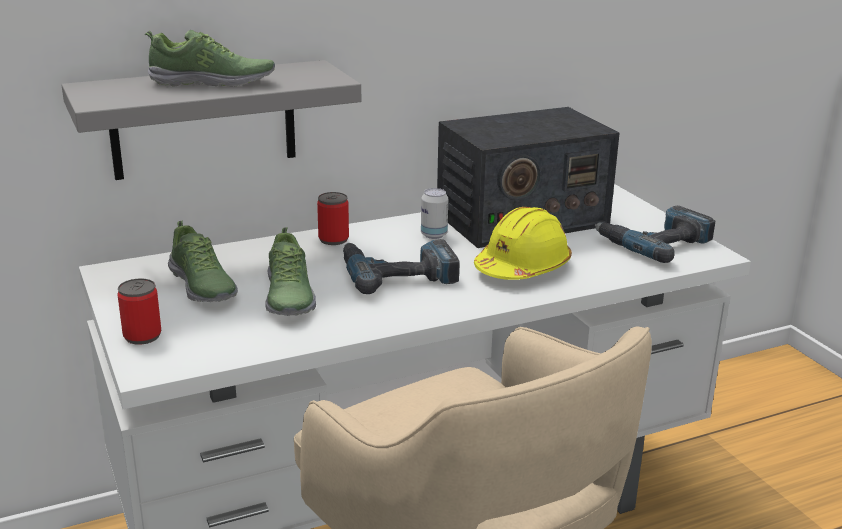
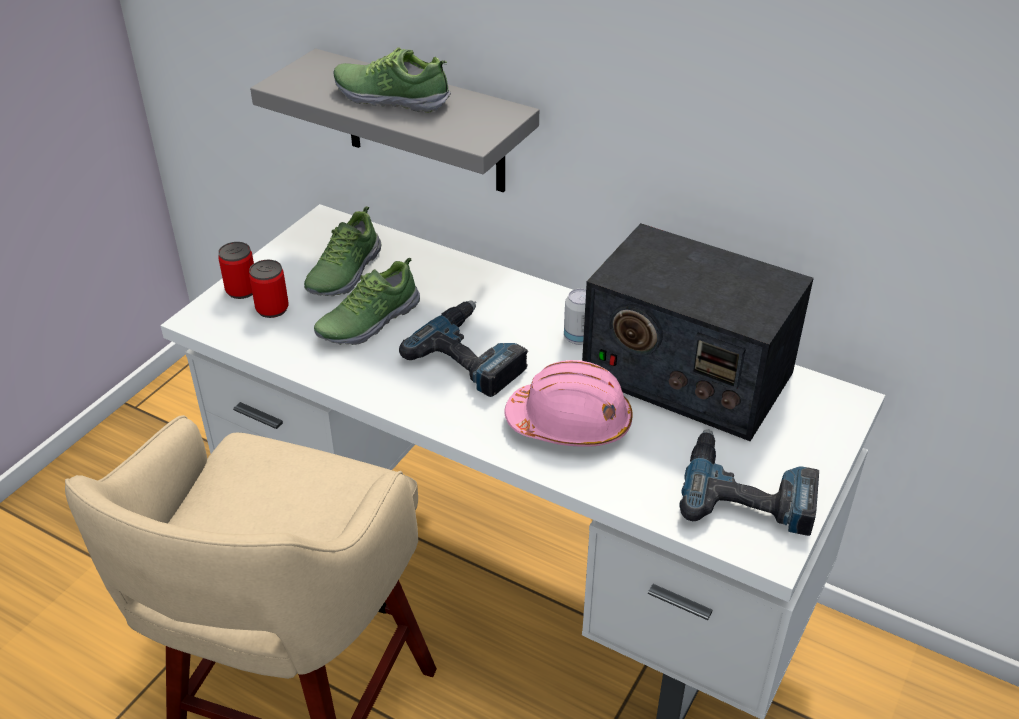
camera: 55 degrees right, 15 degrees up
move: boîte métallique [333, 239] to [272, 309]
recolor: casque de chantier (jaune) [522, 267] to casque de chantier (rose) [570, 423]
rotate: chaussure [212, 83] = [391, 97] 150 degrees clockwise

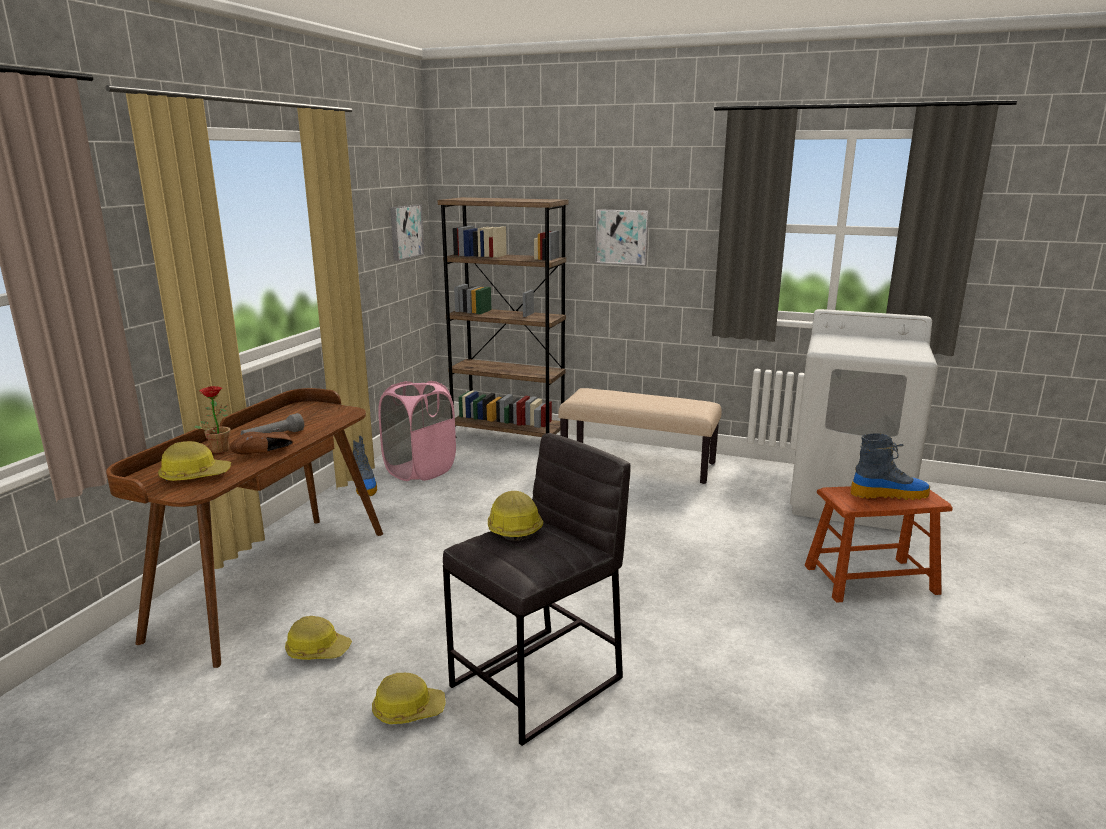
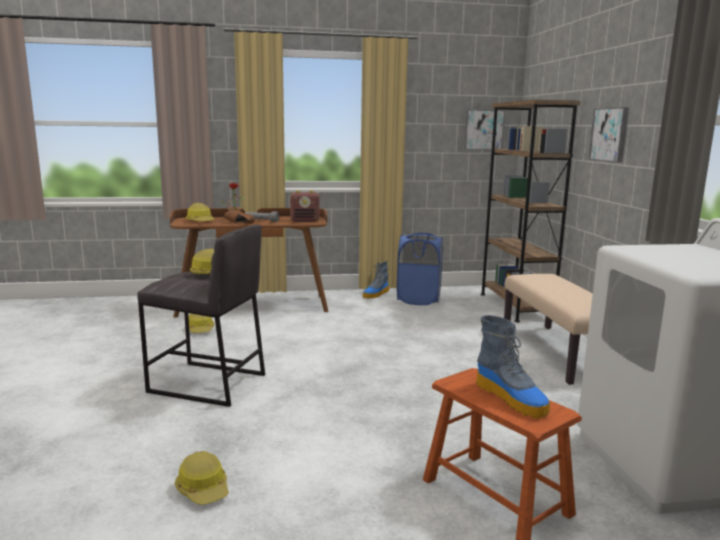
camera: 60 degrees right, 5 degrees down
insert: radio [305, 221]
move: casque de chantier [408, 709] to [204, 489]
recolor: panier à linge (rose) [420, 470] to panier à linge (bleu) [418, 299]

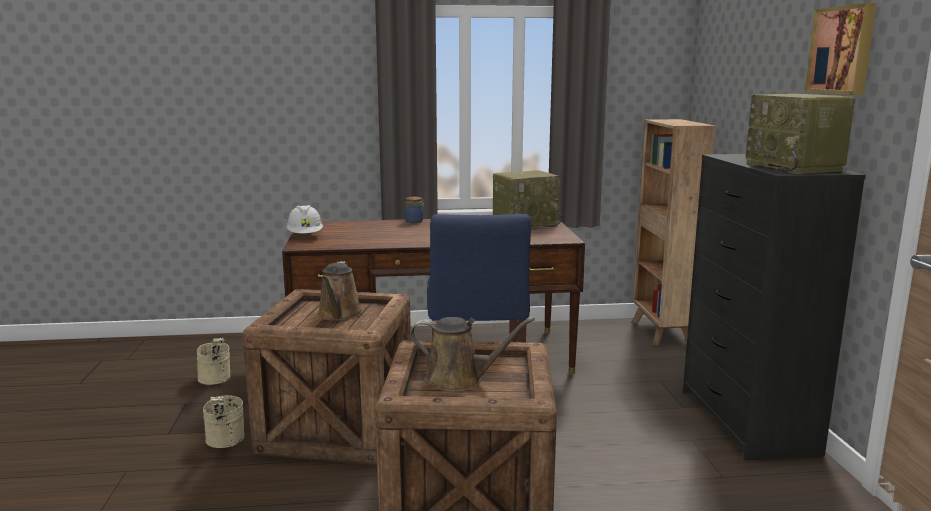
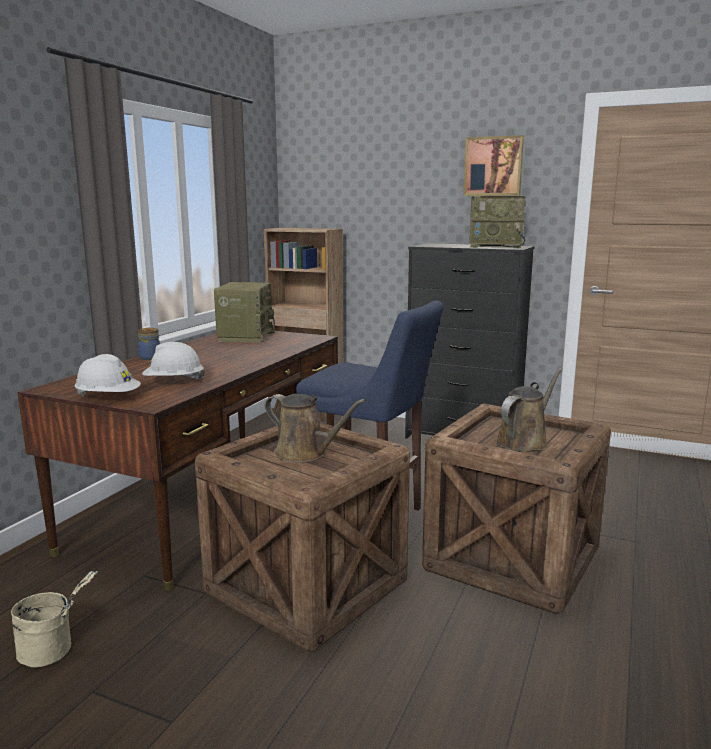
camera: 60 degrees left, 0 degrees up
delete: seau (beige) [225, 442]
insert: casque de chantier (blanc) [174, 382]

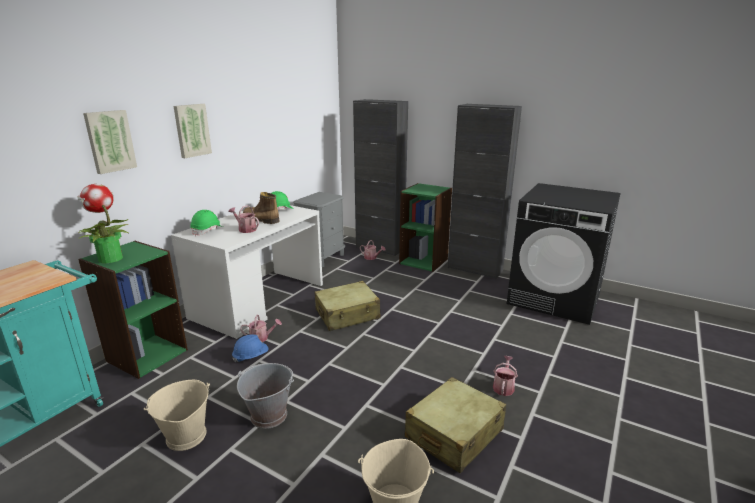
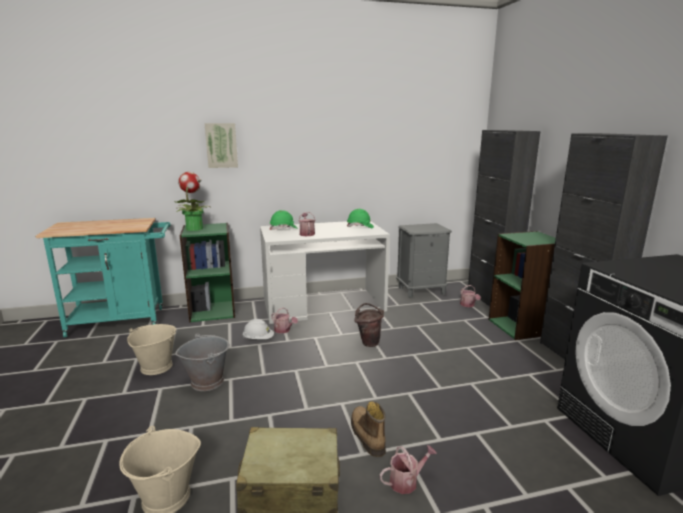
camera: 45 degrees right, 5 degrees down
delete: tableau [191, 130]
move: botte [260, 220] to [366, 435]
replace: valise (beige) [347, 314] to seau (marron) [368, 342]
recolor: casque de chantier (bleu) [251, 356] to casque de chantier (blanc) [258, 339]

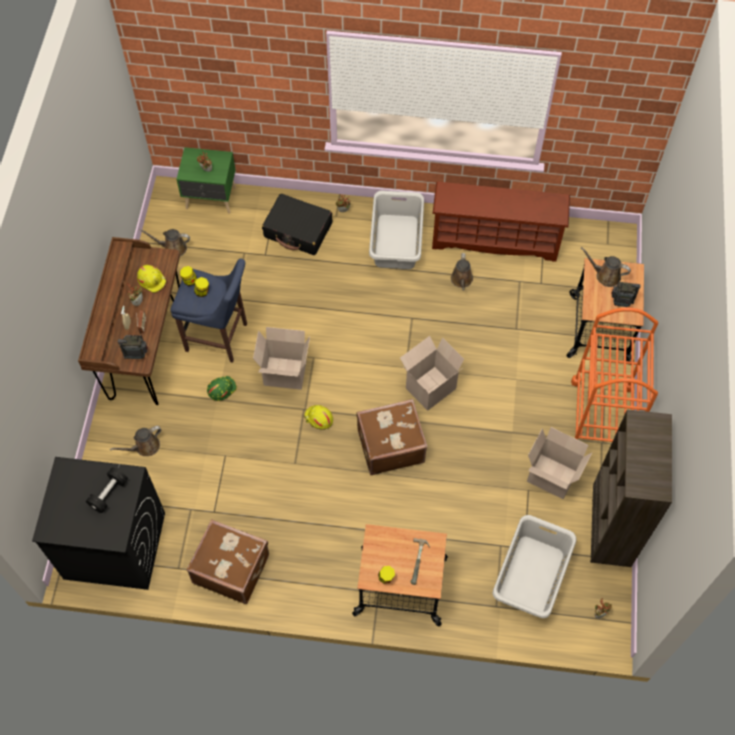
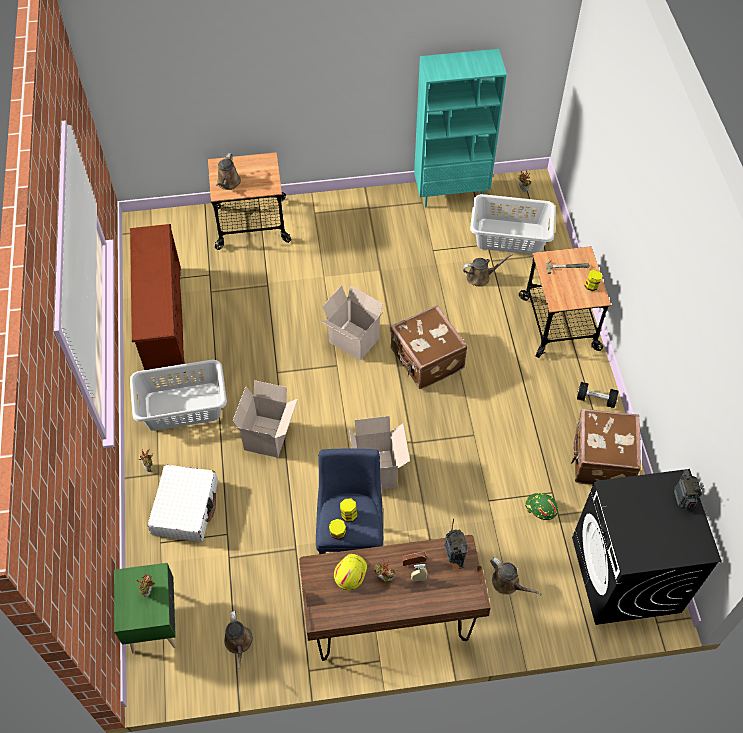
camera: 105 degrees left, 5 degrees down
delete: chariot (orange) [601, 417]; casque de chantier (jaune) [318, 418]
move: arrosoir (marron) [461, 280] to [480, 277]; radio [621, 303] to [682, 501]; casque de chantier (vert) [221, 389] to [540, 508]; carton [550, 477] to [268, 437]; haltère (noir) [109, 493] to [595, 399]
recolor: valise (noir) [298, 230] to valise (blanc) [185, 508]; bibliothèque (marron) [608, 533] to bibliothèque (turquoise) [451, 193]

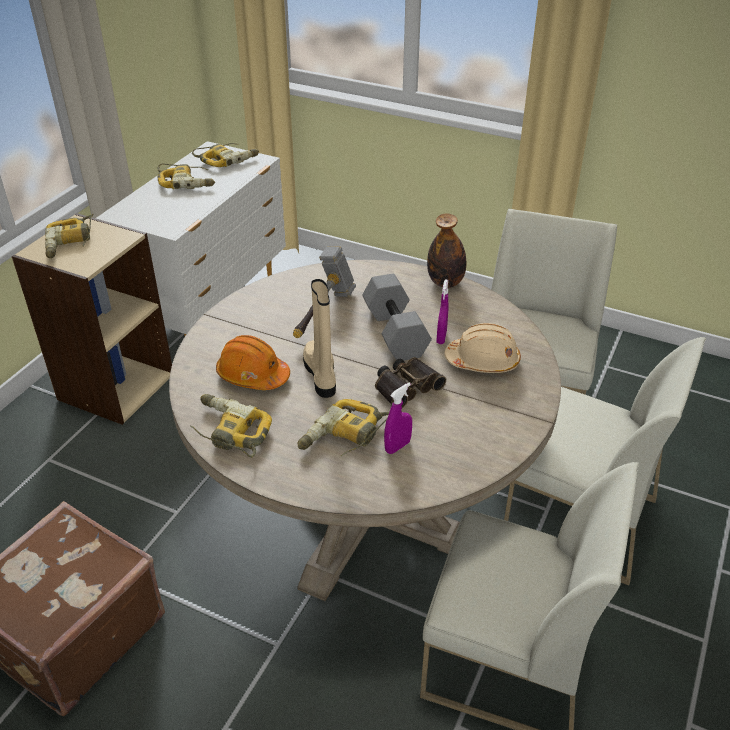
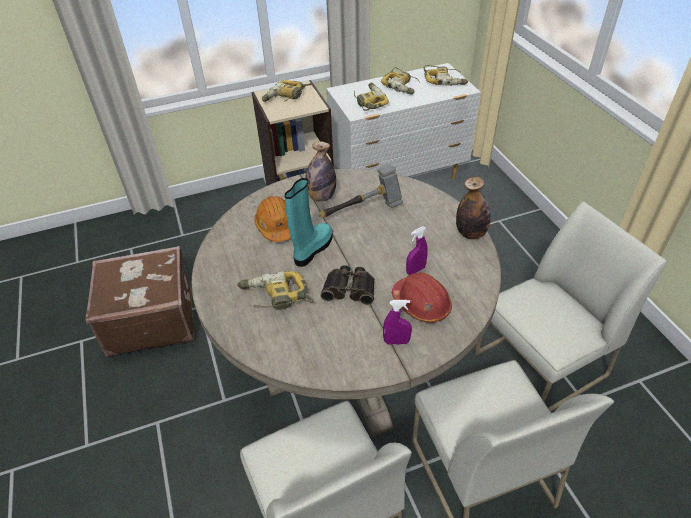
camera: 45 degrees right, 5 degrees up
delete: haltère (gris) [393, 332]
insert: bouteille [321, 197]
move: vaporisateur (violet) [397, 446] to [396, 341]; perceuse [228, 432] to [368, 101]
recolor: botte (beige) [321, 374] to botte (turquoise) [312, 249]; casque de chantier (beige) [483, 361] to casque de chantier (rouge) [421, 304]

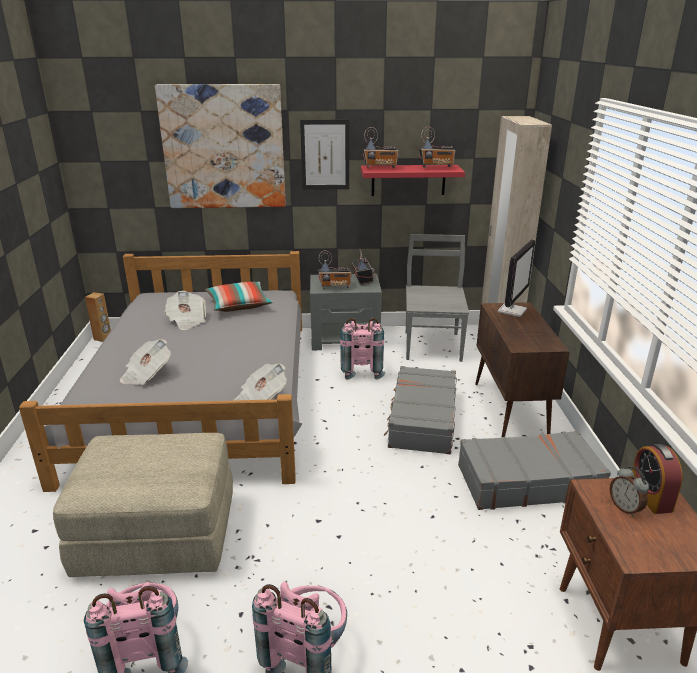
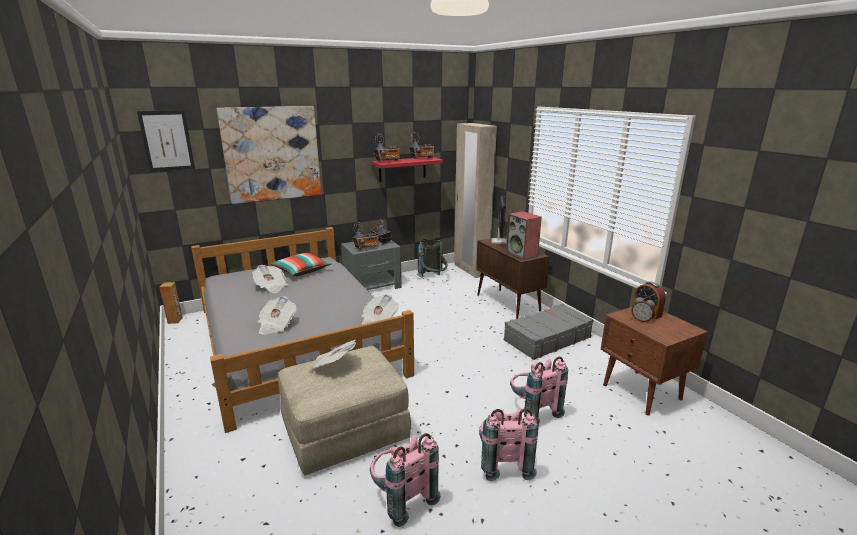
camera: 25 degrees left, 5 degrees down
delete: valise (gris) [422, 419]
insert: enceinte [522, 254]; journal [334, 365]
move: tableau [325, 155] to [167, 141]; sac à dos (rose) [361, 370] to [532, 410]
replace: chaise (gris) [432, 345] to sac à dos (gris) [433, 279]

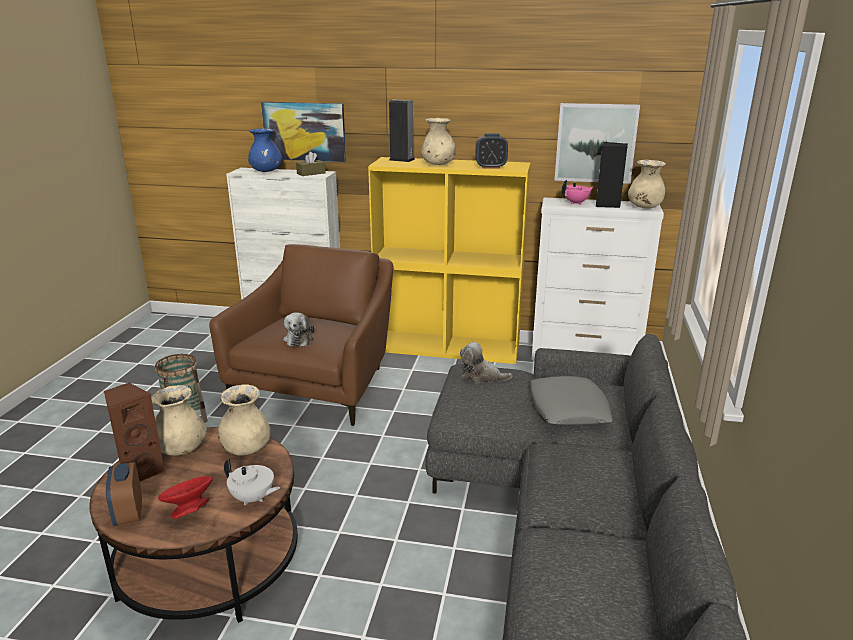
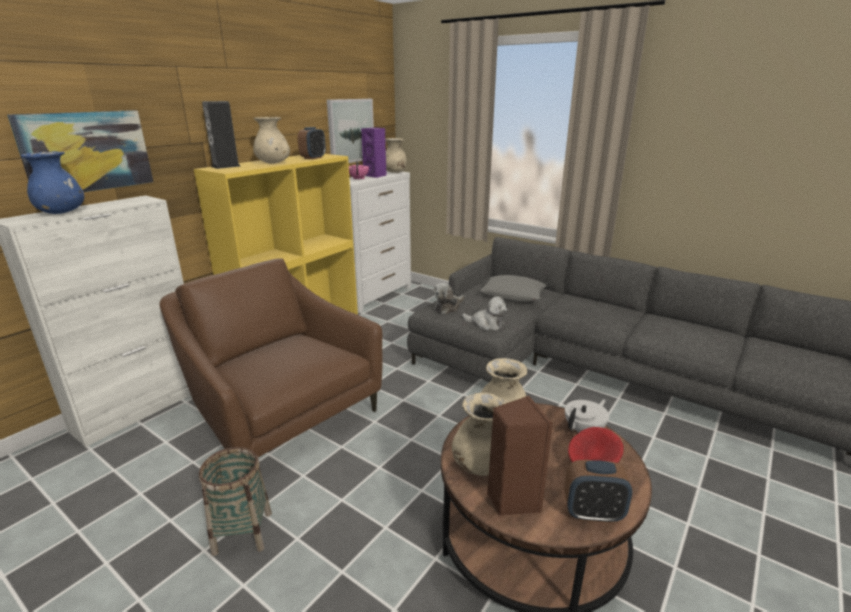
camera: 65 degrees left, 0 degrees up
delete: boîte à mouchoirs (marron) [311, 173]
move: peluche [299, 339] to [486, 324]
recolor: enceinte (noir) [607, 205] to enceinte (violet) [376, 175]

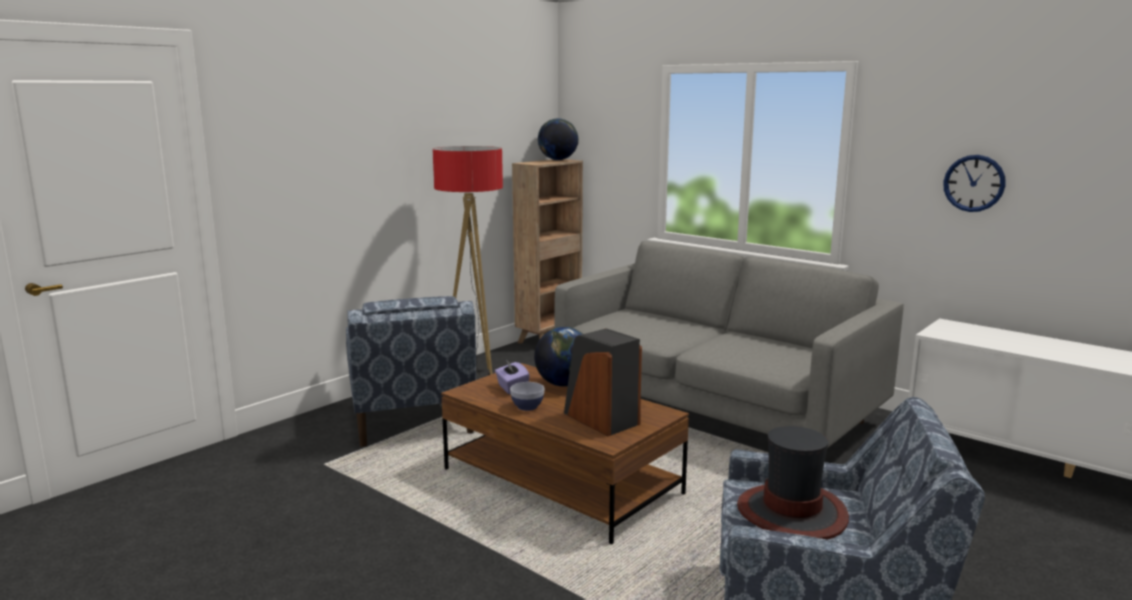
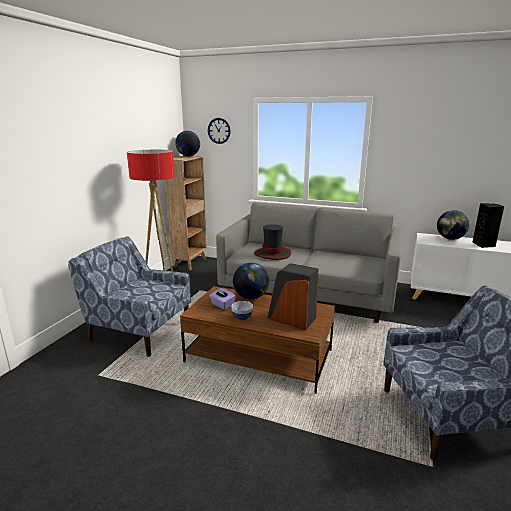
camera: 20 degrees left, 5 degrees up
insert: enceinte (noir) [484, 245]; globe [450, 239]
move: horloge murale [974, 183] to [219, 130]; chapeau [792, 513] to [272, 254]
rotate: fauteuil (bleu) [411, 420] = [139, 330] 150 degrees clockwise

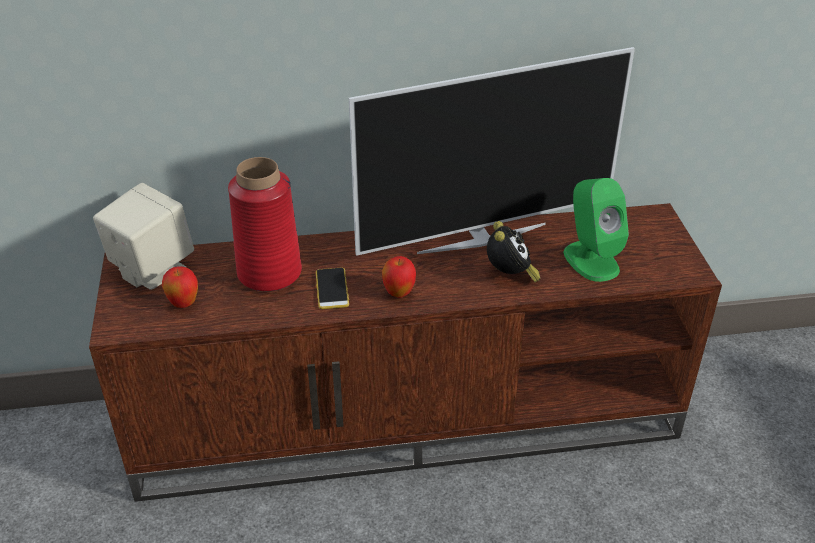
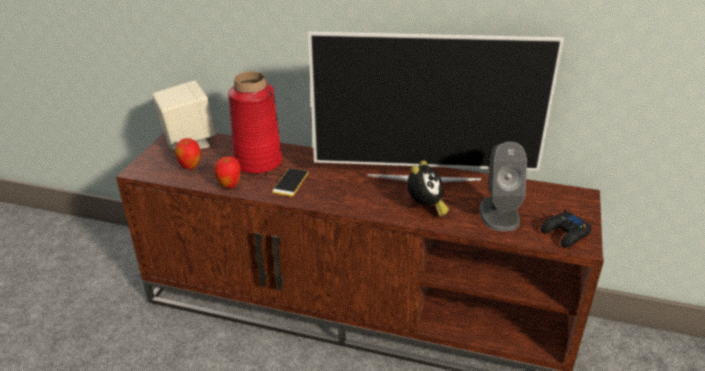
camera: 25 degrees right, 5 degrees down
insert: manette (noir) [565, 234]
move: pomme [399, 293] to [230, 185]
recolor: enceinte (vert) [590, 260] to enceinte (gris) [499, 213]

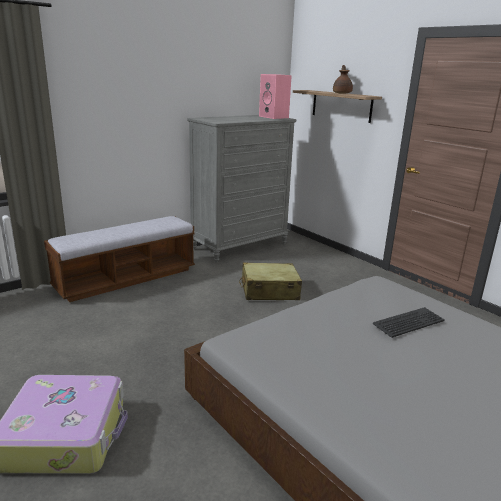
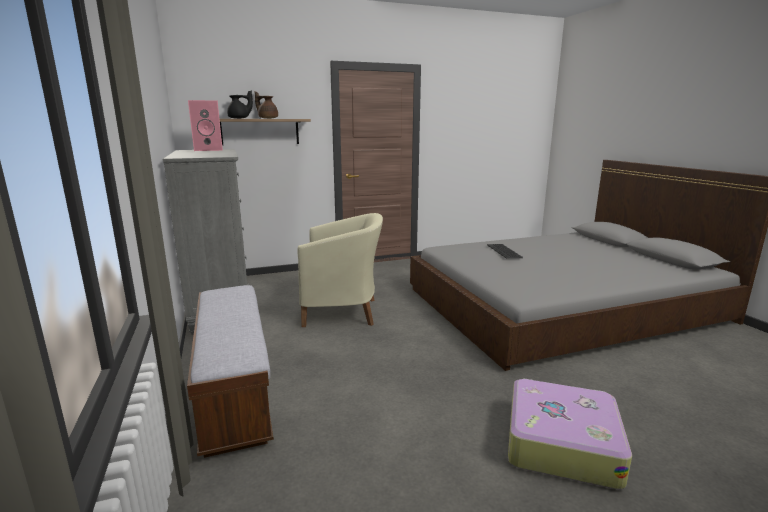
camera: 70 degrees left, 5 degrees down
insert: théière (noir) [239, 118]
replace: valise (beige) [269, 291] to fauteuil (beige) [343, 312]

